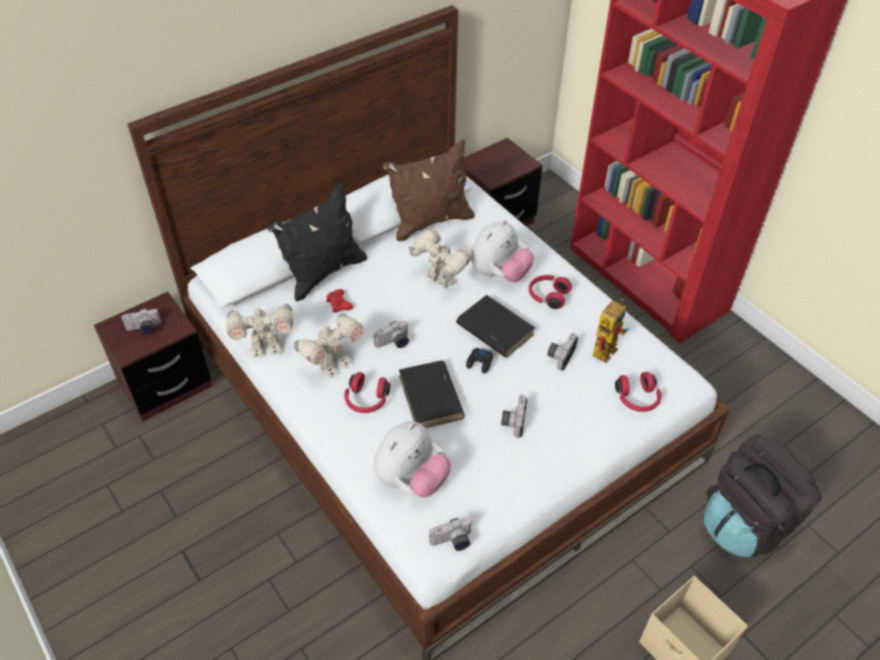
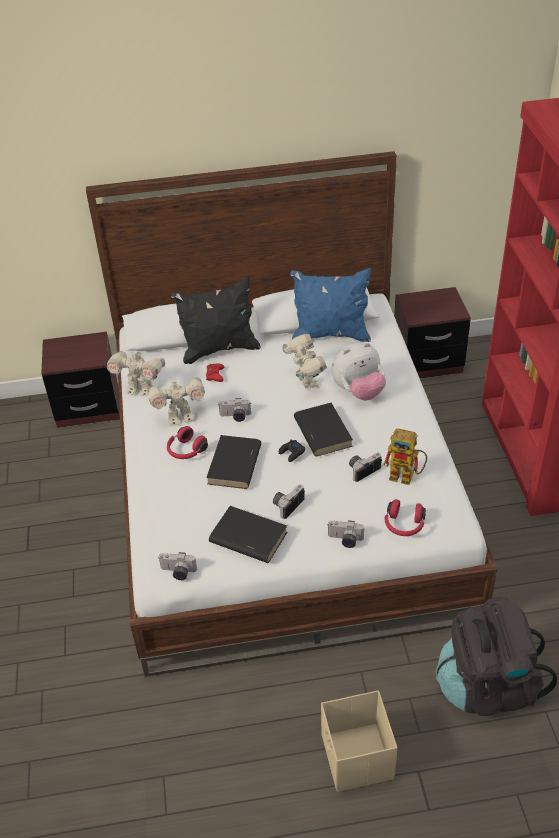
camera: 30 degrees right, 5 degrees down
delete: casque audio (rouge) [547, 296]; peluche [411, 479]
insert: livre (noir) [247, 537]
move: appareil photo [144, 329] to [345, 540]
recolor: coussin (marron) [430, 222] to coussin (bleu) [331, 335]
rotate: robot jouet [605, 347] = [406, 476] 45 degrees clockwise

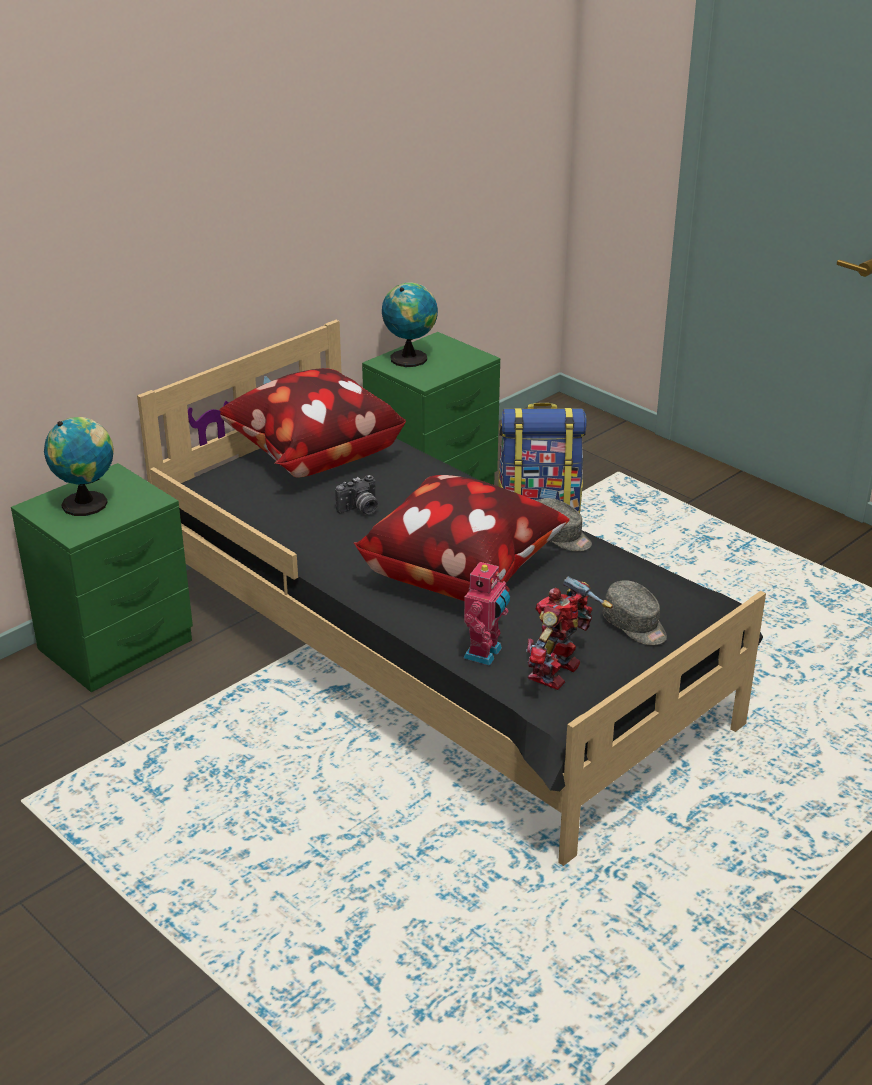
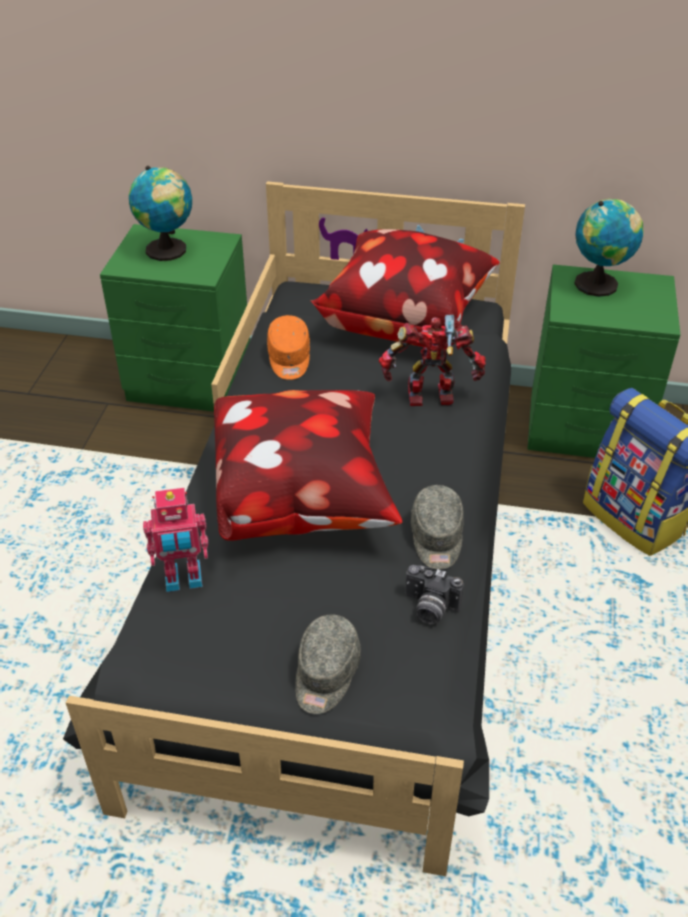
camera: 55 degrees right, 10 degrees up
insert: casquette (orange) [289, 359]
move: appareil photo [360, 510] to [429, 608]; robot jouet [558, 673] to [431, 398]

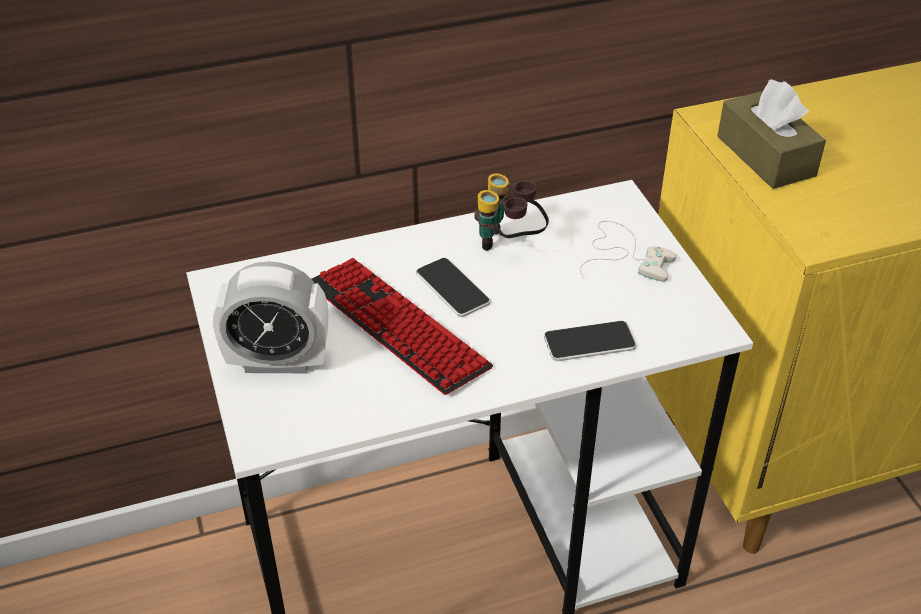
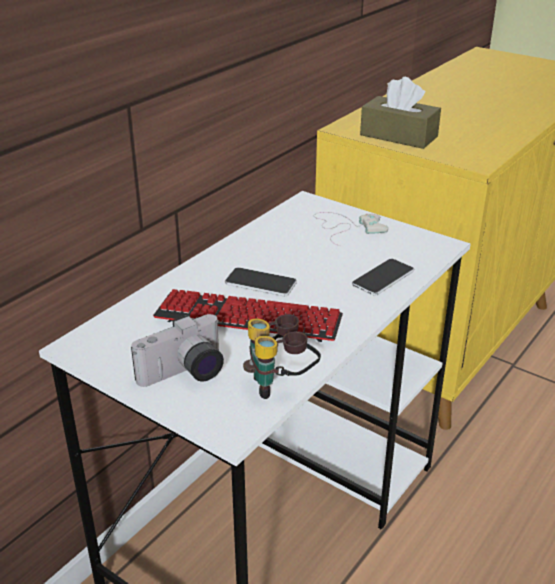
camera: 35 degrees left, 10 degrees down
move: jumelles [509, 244] to [281, 384]
replace: réveil [278, 361] to appareil photo [185, 374]

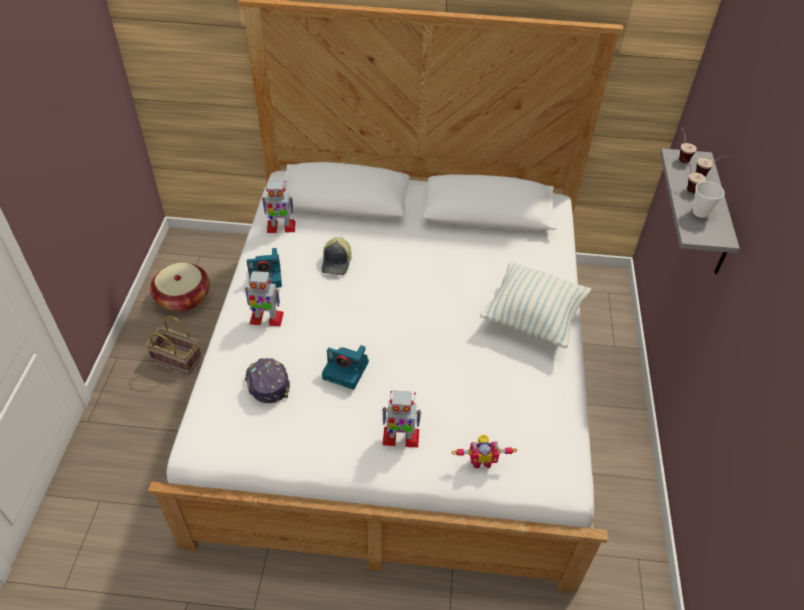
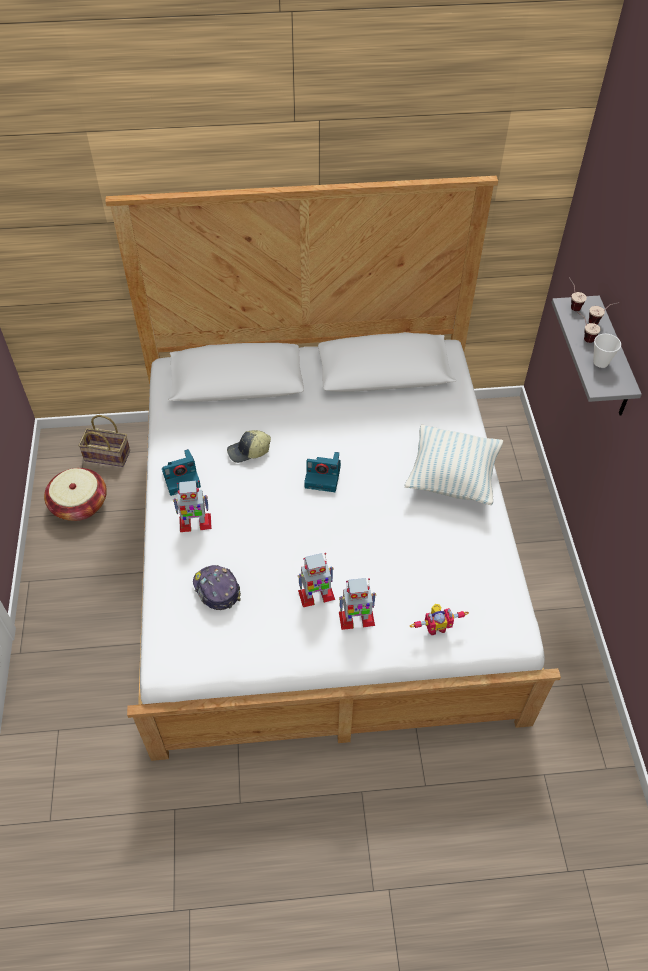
camera: 10 degrees left, 5 degrees up
move: robot jouet [280, 227] to [316, 595]; panier [178, 359] to [108, 455]; appareil photo [347, 370] to [324, 476]
rotate: casquette [337, 262] = [249, 451] 75 degrees clockwise

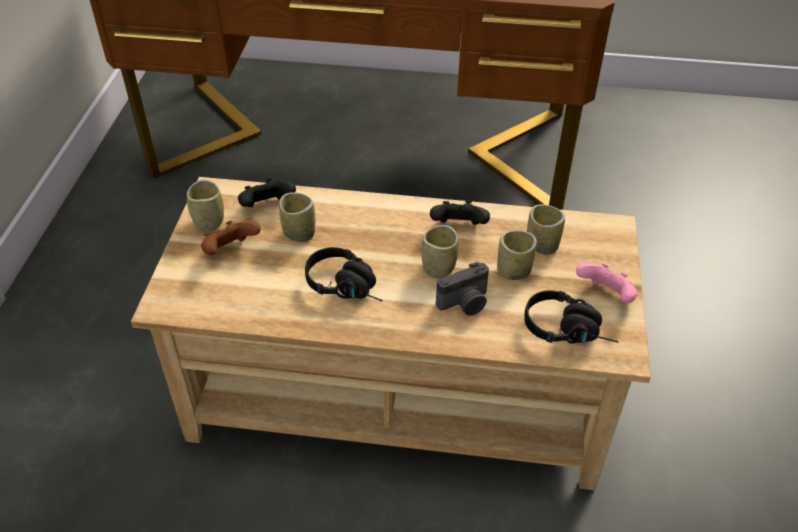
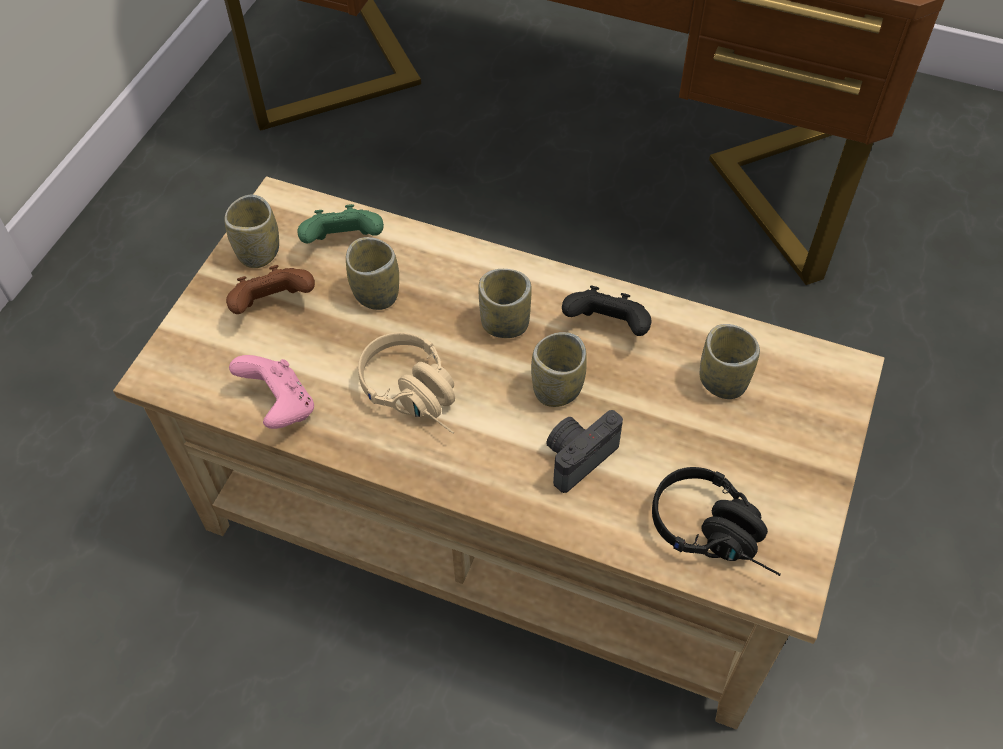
camera: 15 degrees right, 10 degrees up
move: tasse [513, 271] to [505, 323]; manette (rose) [606, 296] to [280, 406]
recolor: manette (noir) [267, 207] to manette (vert) [344, 243]; casque audio (noir) [348, 287] to casque audio (beige) [419, 396]
rotate: appareil photo [465, 303] = [577, 456] 150 degrees clockwise

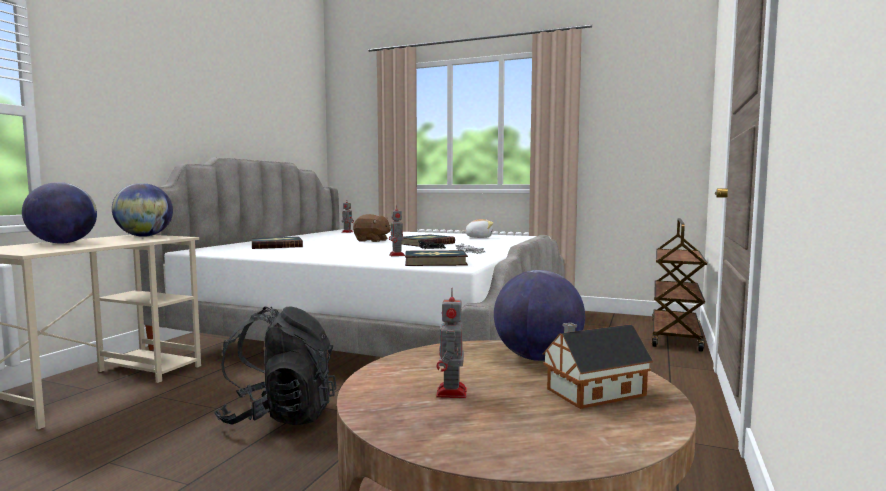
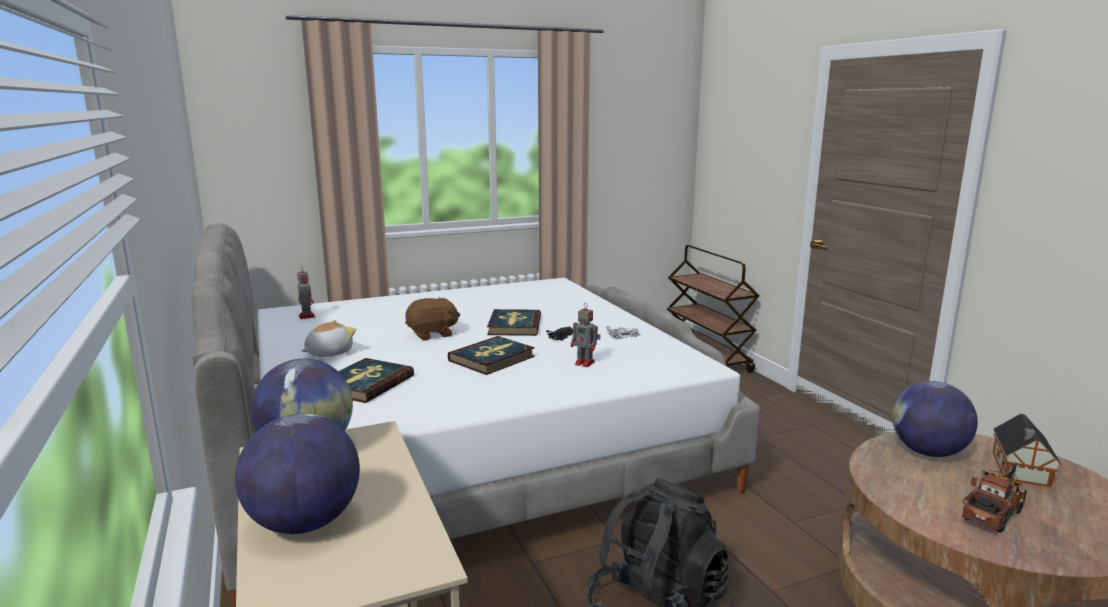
camera: 45 degrees left, 10 degrees up
move: peluche [479, 237] to [328, 353]; livre [435, 262] to [492, 359]
replace: robot jouet [451, 393] to camion jouet [994, 512]

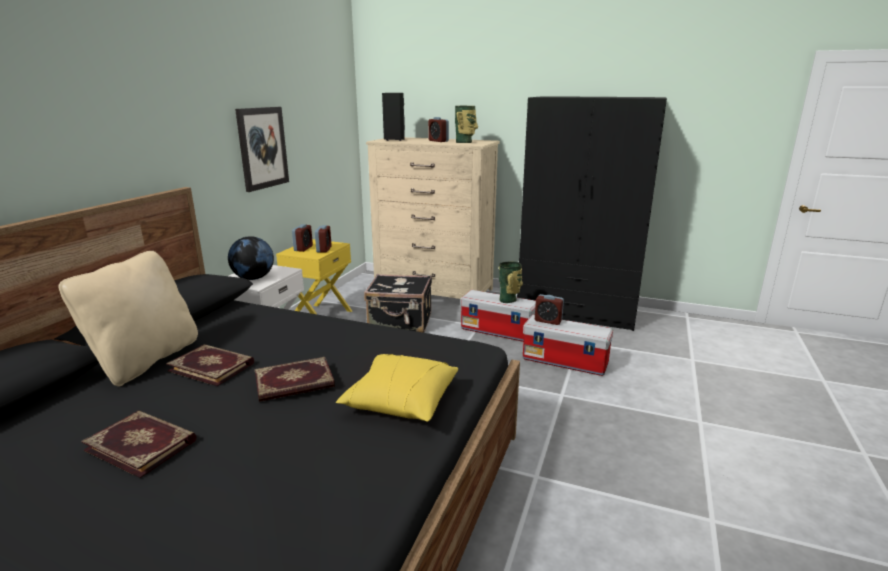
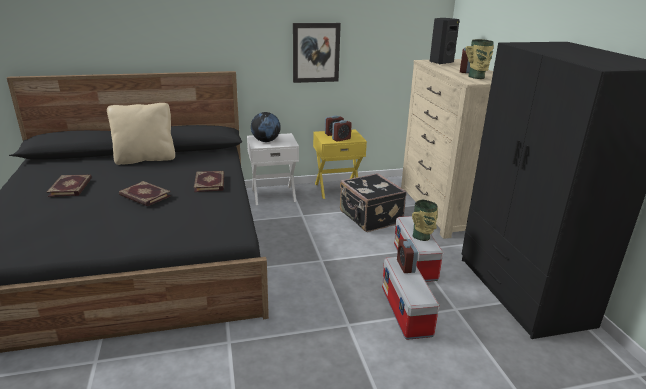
camera: 55 degrees right, 5 degrees up
delete: coussin (jaune) [401, 400]
move: livre [212, 366] to [210, 183]

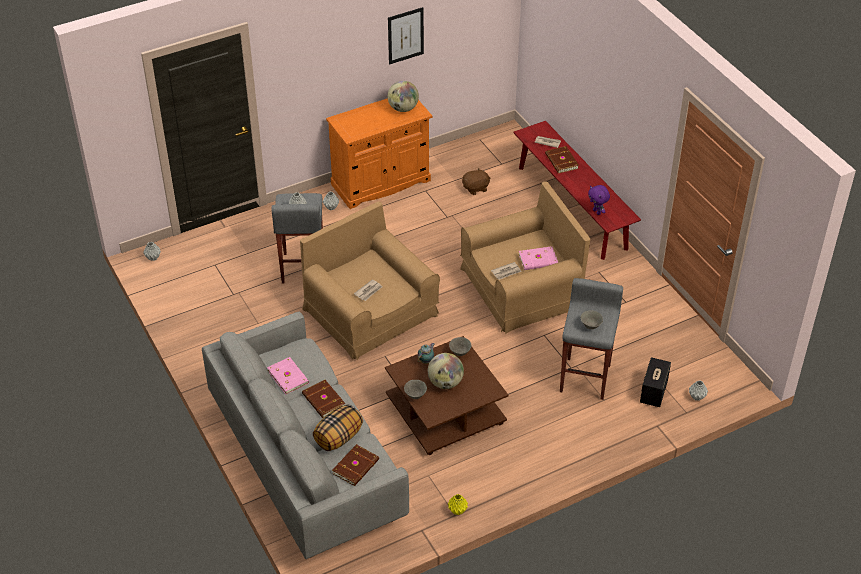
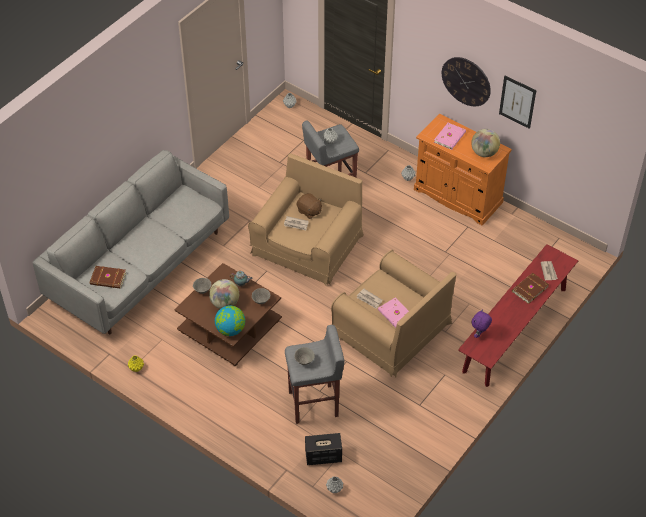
camera: 65 degrees right, 5 degrees up
delete: livre (marron) [323, 401]; coussin [338, 438]
insert: horloge murale [466, 81]; globe [230, 330]
move: peluche (marron) [476, 188] to [309, 211]; livre (rose) [288, 376] to [450, 137]

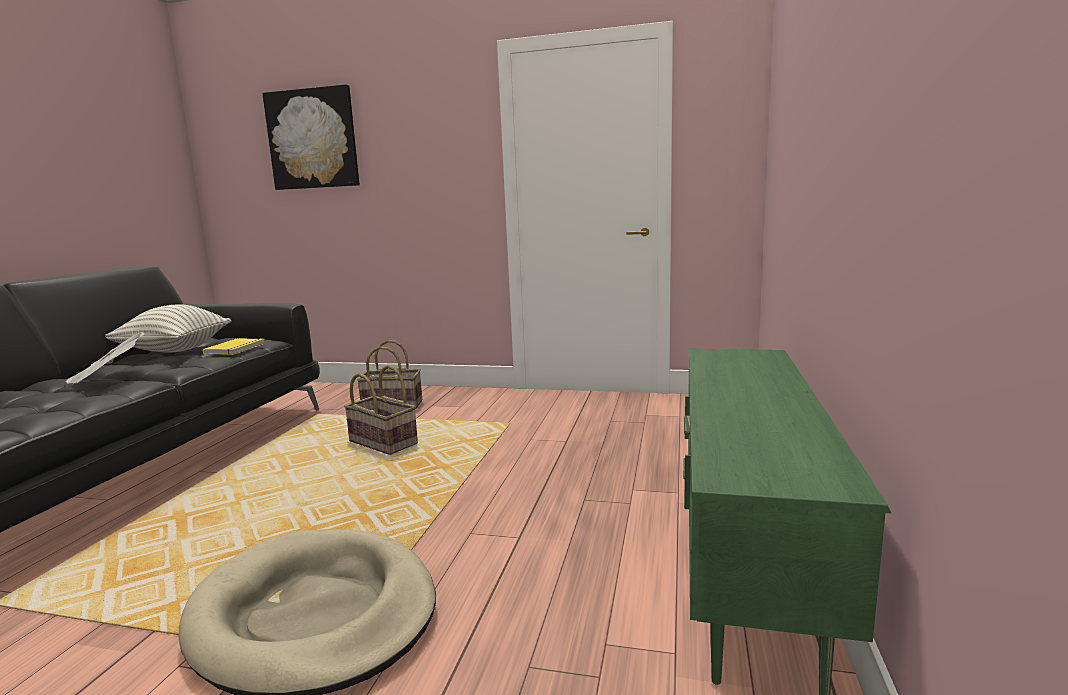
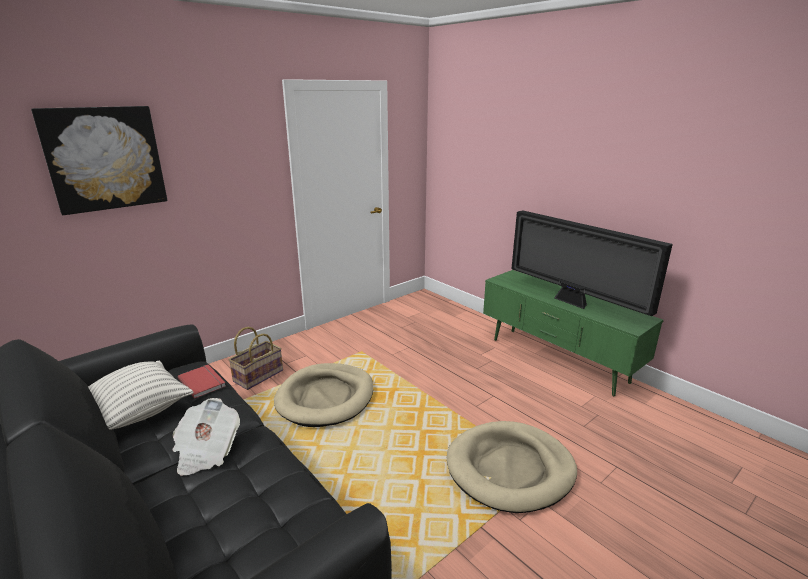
camera: 55 degrees left, 10 degrees up
insert: téléviseur [573, 303]
replace: panier [384, 443] to panier pour chien (beige) [326, 397]
recolor: livre (jaune) [237, 348] to livre (rouge) [203, 382]

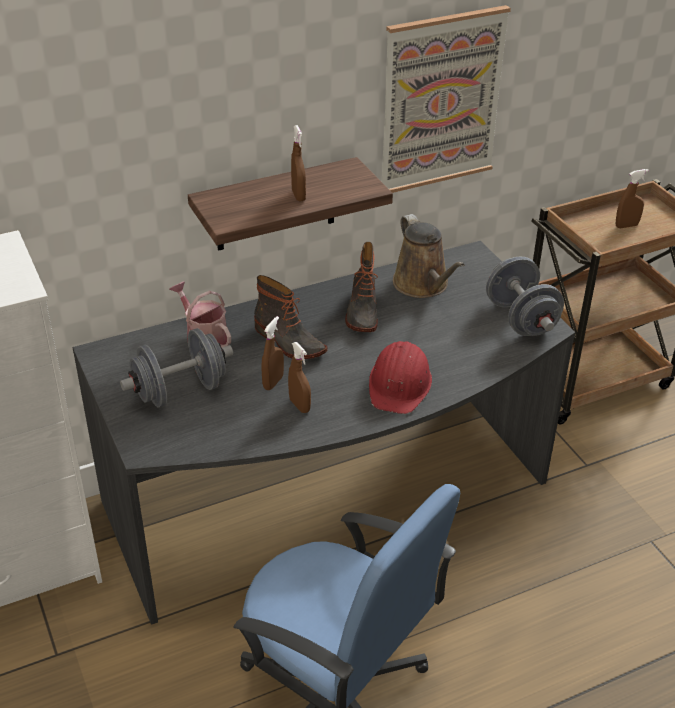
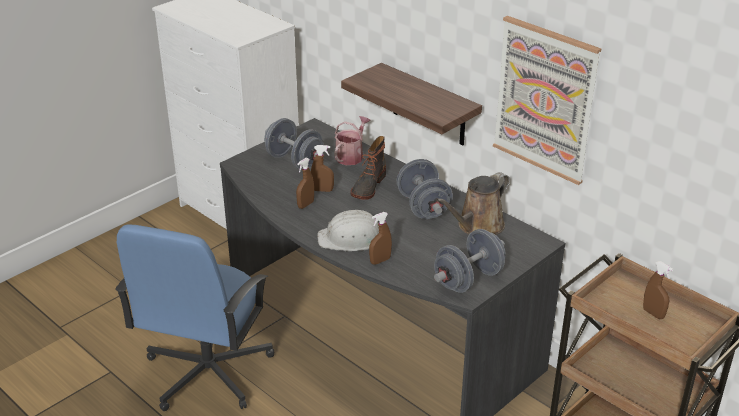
camera: 70 degrees right, 5 degrees down
move: vaporisateur (marron) [298, 195] to [380, 261]
replace: botte [361, 311] to haltère (gris) [423, 207]
recolor: casque de chantier (rouge) [400, 384] to casque de chantier (blanc) [351, 238]

